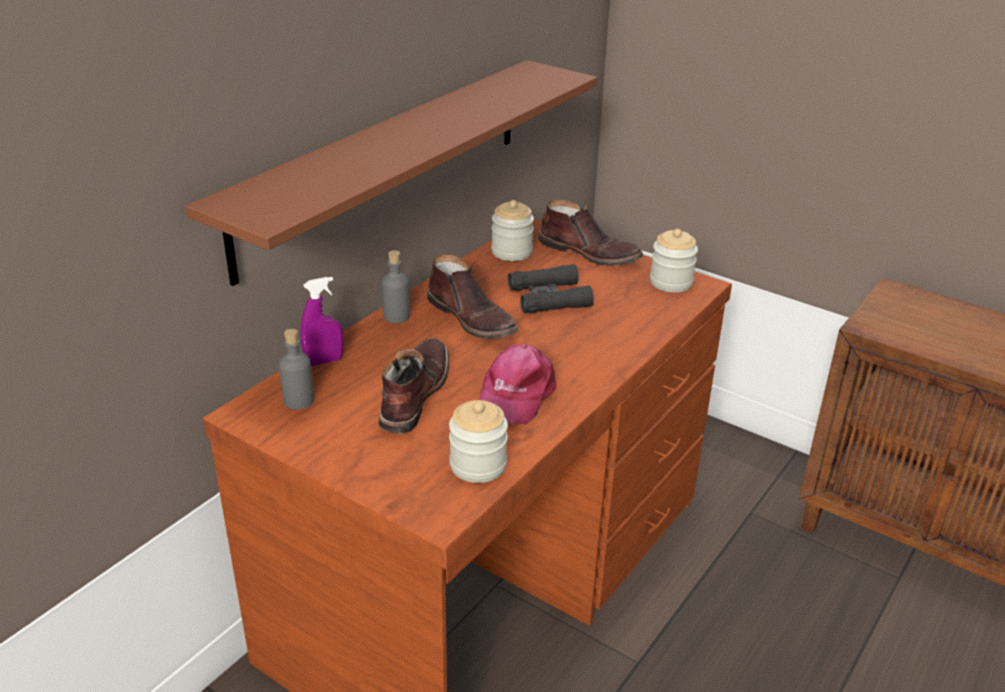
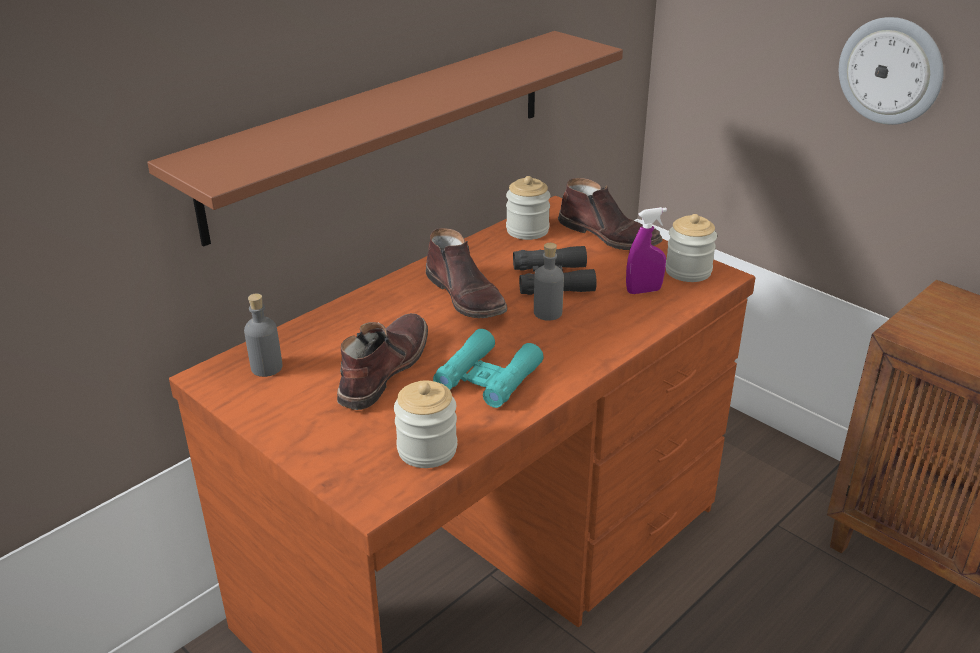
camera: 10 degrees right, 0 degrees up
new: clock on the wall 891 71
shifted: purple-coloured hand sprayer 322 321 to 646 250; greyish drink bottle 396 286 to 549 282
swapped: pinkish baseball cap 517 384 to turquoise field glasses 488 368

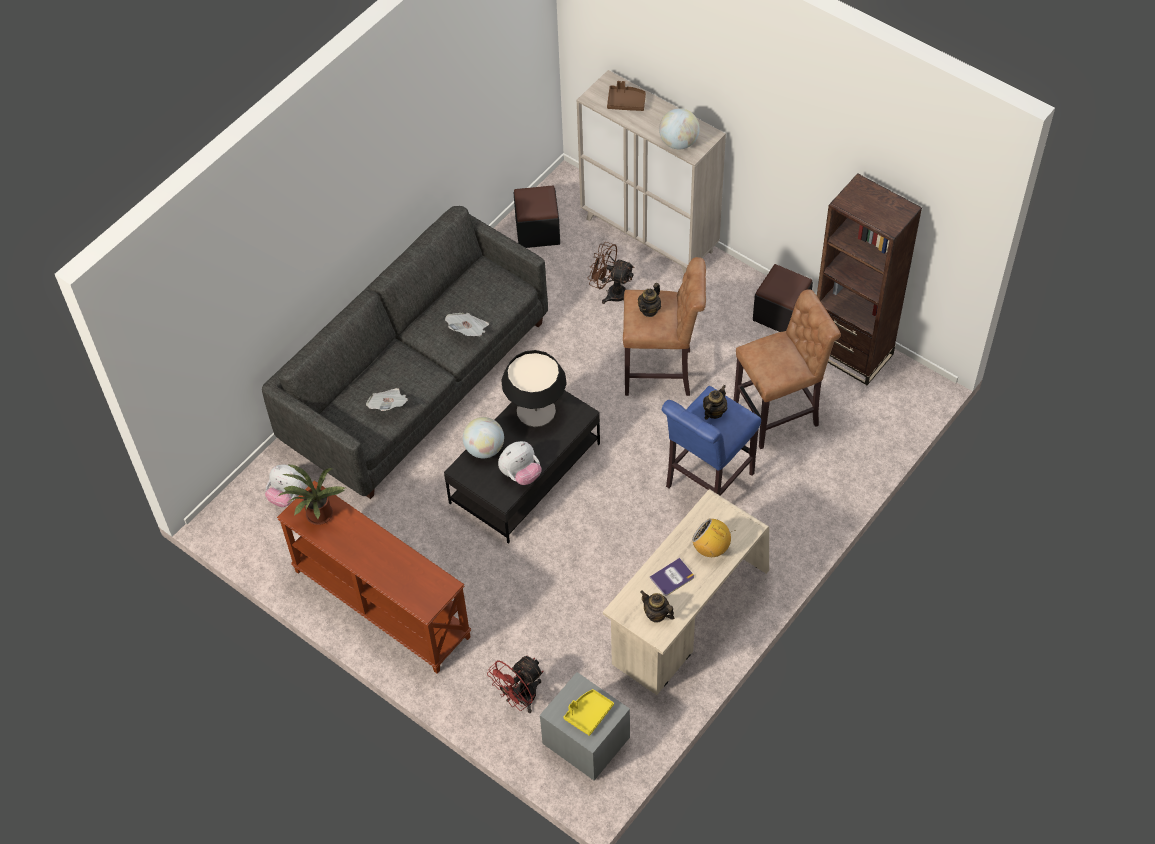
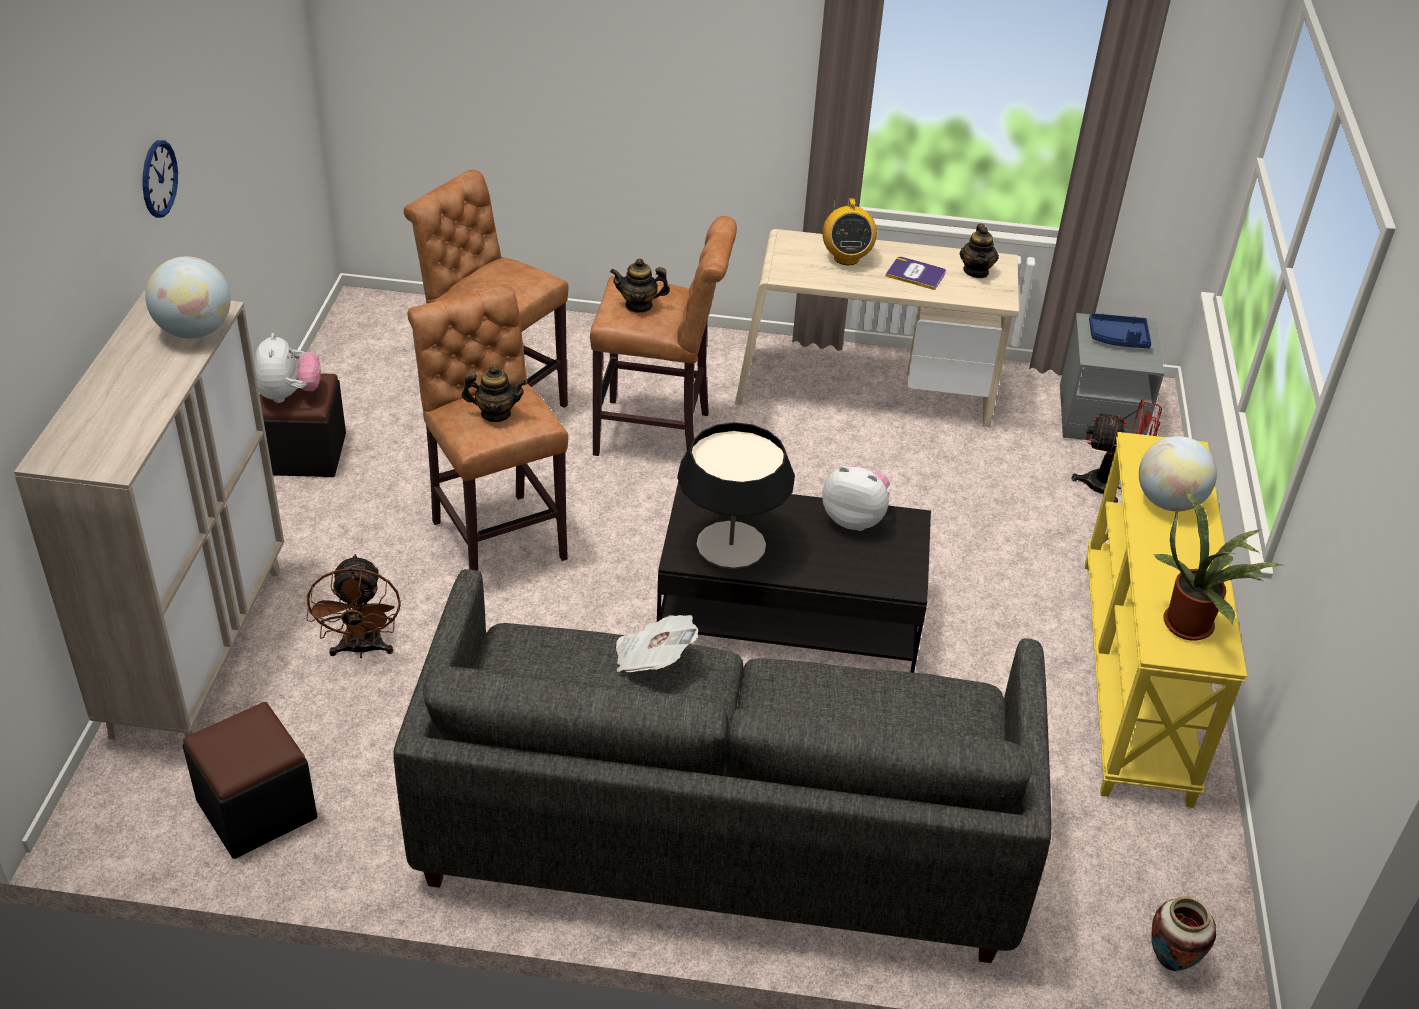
camera: 125 degrees left, 15 degrees down
gone: newspaper 387 399; brown-coloured tray 626 96; brown-coloured shelving unit 869 279
new: clock on the wall 160 179; decorative vase 1183 933
shifted: plush toy 285 486 to 288 368; world globe 483 437 to 1178 473
repainted: brown-coloured hall table 374 577 to yellow hall table 1166 620; yellow tray 589 712 to bluish tray 1120 330; bluish sitting stool 711 441 to brown-coloured sitting stool 663 336

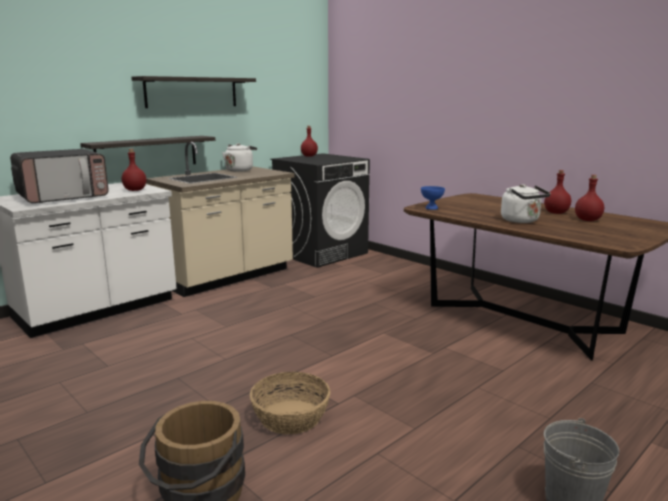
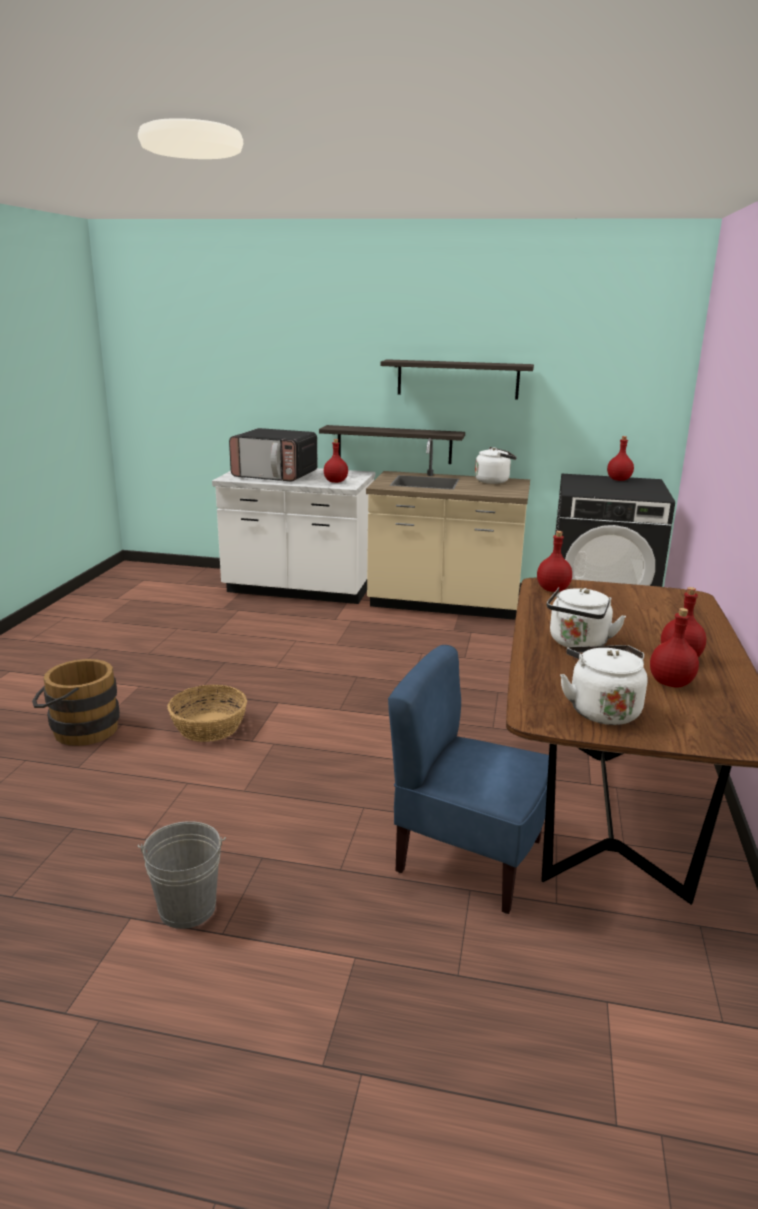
camera: 55 degrees right, 5 degrees up
new: bluish chair 468 779; white-coloured kettle 604 685
swapped: bluish deep dish 433 198 to red drink bottle 554 561

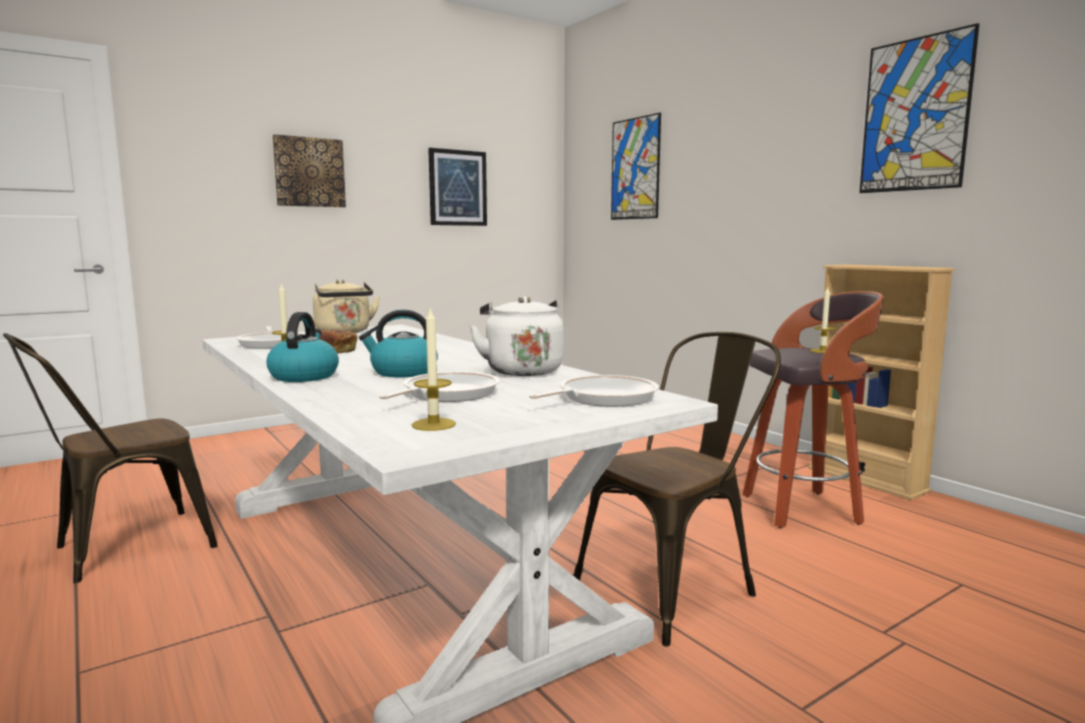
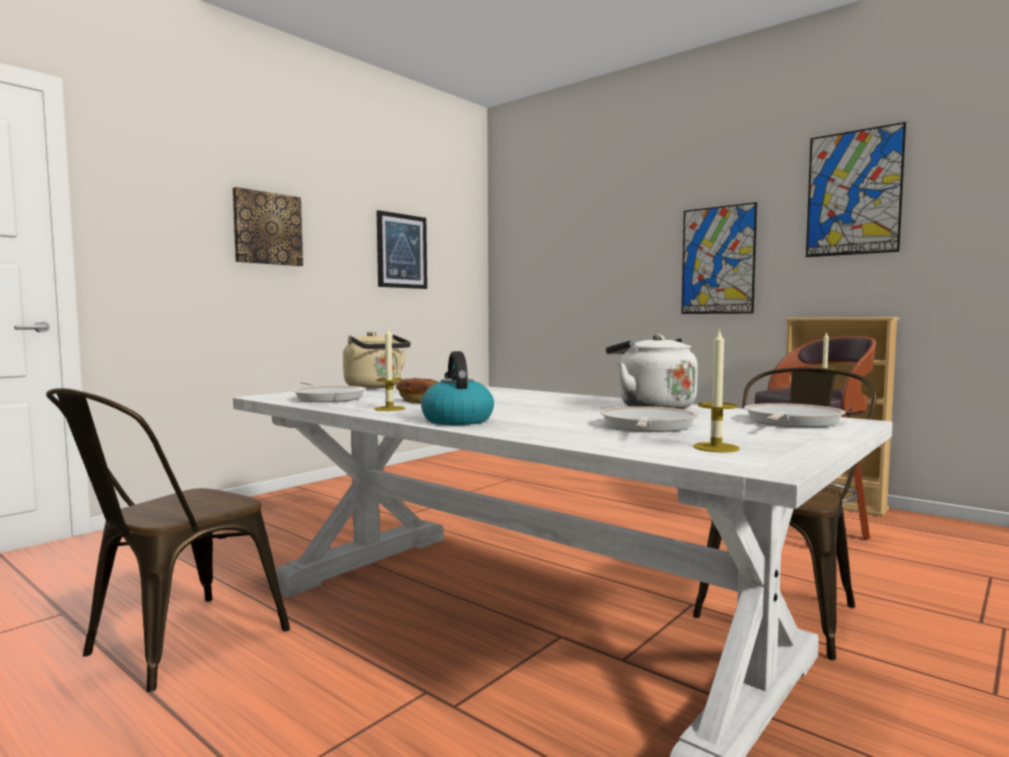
camera: 15 degrees left, 5 degrees down
gone: kettle 398 344
shifted: wall picture 636 166 to 719 258

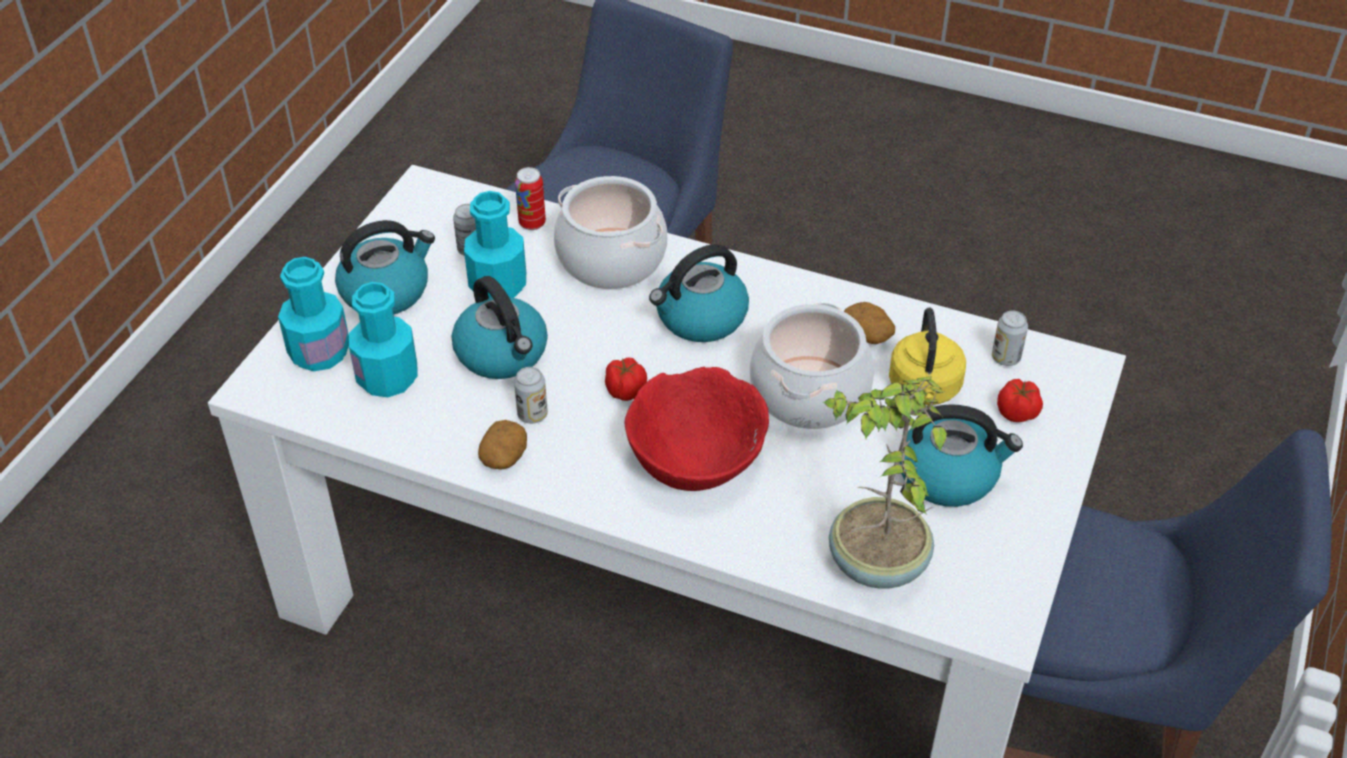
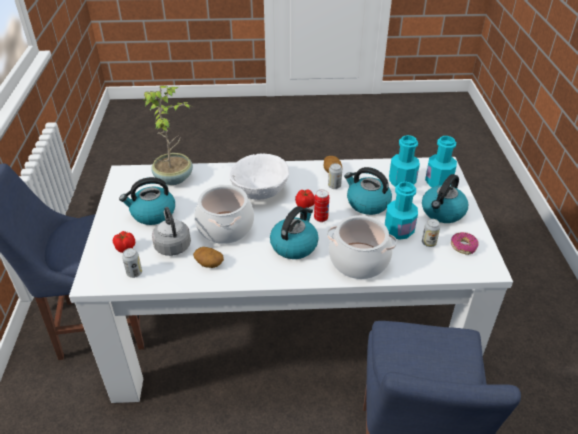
camera: 155 degrees right, 5 degrees down
new: donut 464 243
shifted: sealed can 530 198 to 321 205
repainted: red deep dish 696 429 to white-coloured deep dish 259 177; yellow kettle 927 356 to greyish kettle 171 231

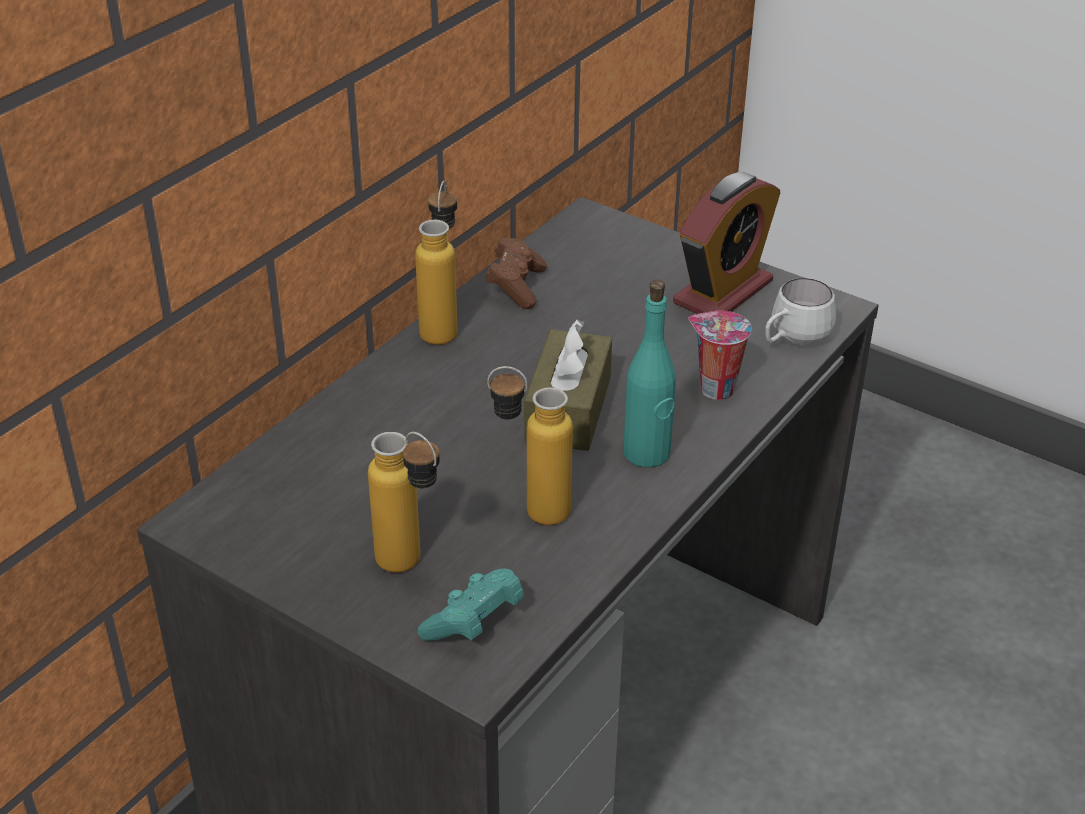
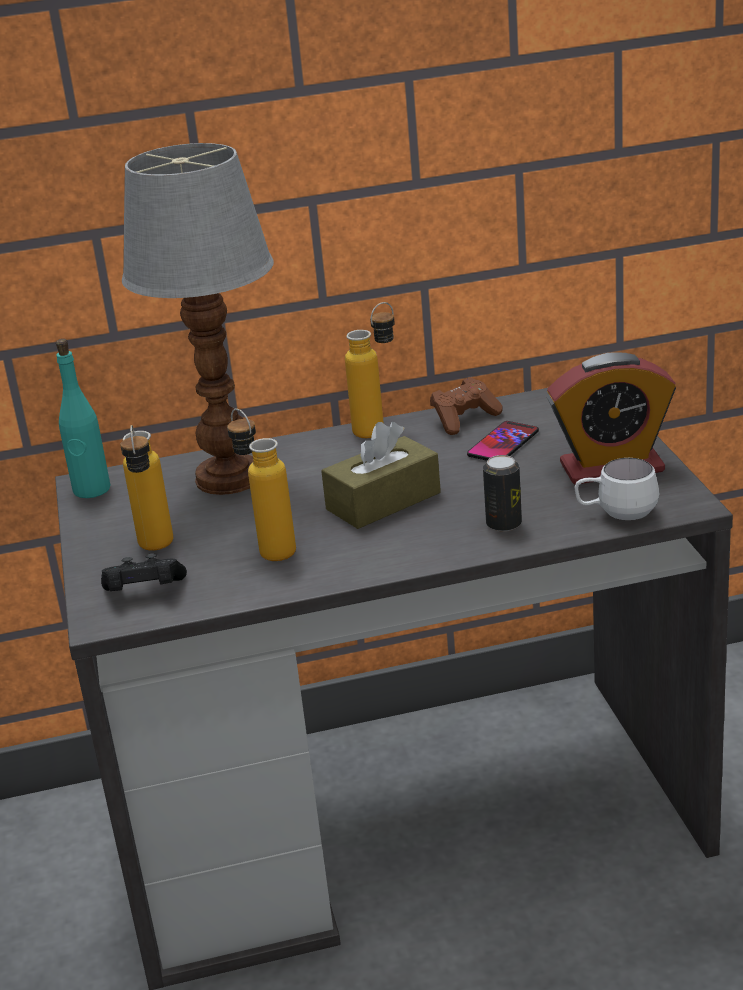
camera: 45 degrees right, 10 degrees down
new: table lamp 198 319; telephone 503 441
shifted: turquoise drink bottle 649 373 to 83 418
swapped: small cup 720 355 to sealed can 502 493
repainted: turquoise gamepad 471 605 to black-coloured gamepad 144 572

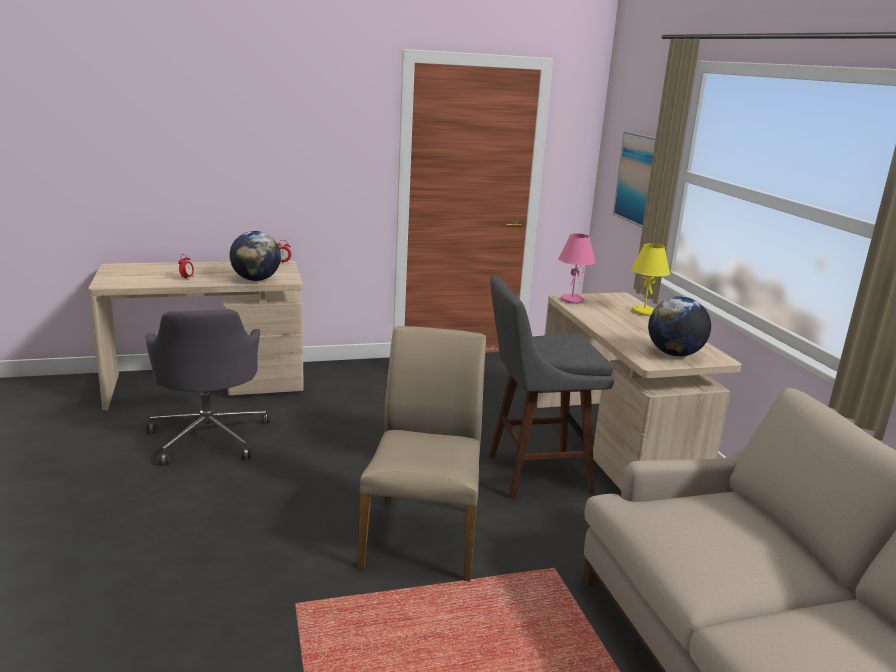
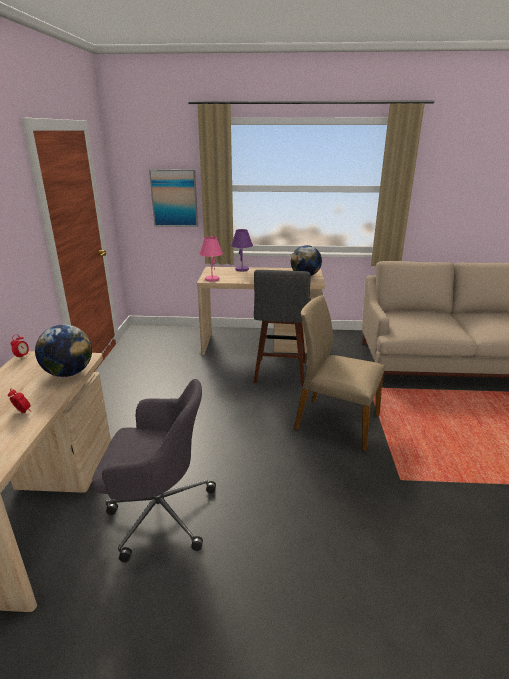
camera: 70 degrees left, 5 degrees up
repainted: yellow table lamp 650 279 to purple-coloured table lamp 242 250

